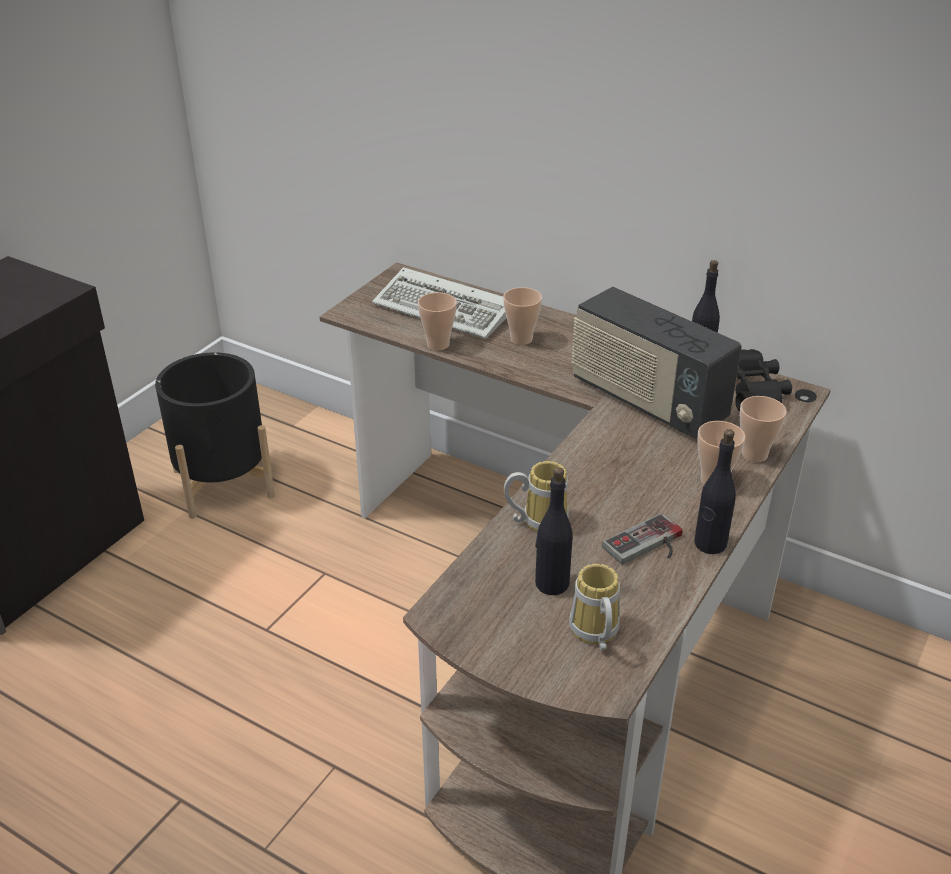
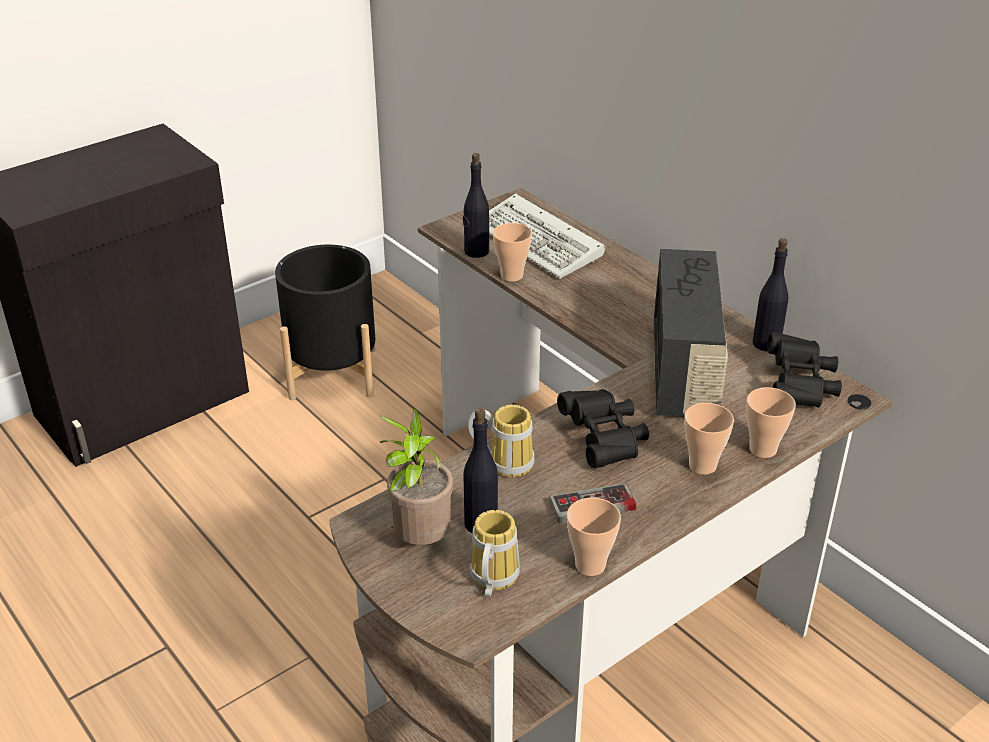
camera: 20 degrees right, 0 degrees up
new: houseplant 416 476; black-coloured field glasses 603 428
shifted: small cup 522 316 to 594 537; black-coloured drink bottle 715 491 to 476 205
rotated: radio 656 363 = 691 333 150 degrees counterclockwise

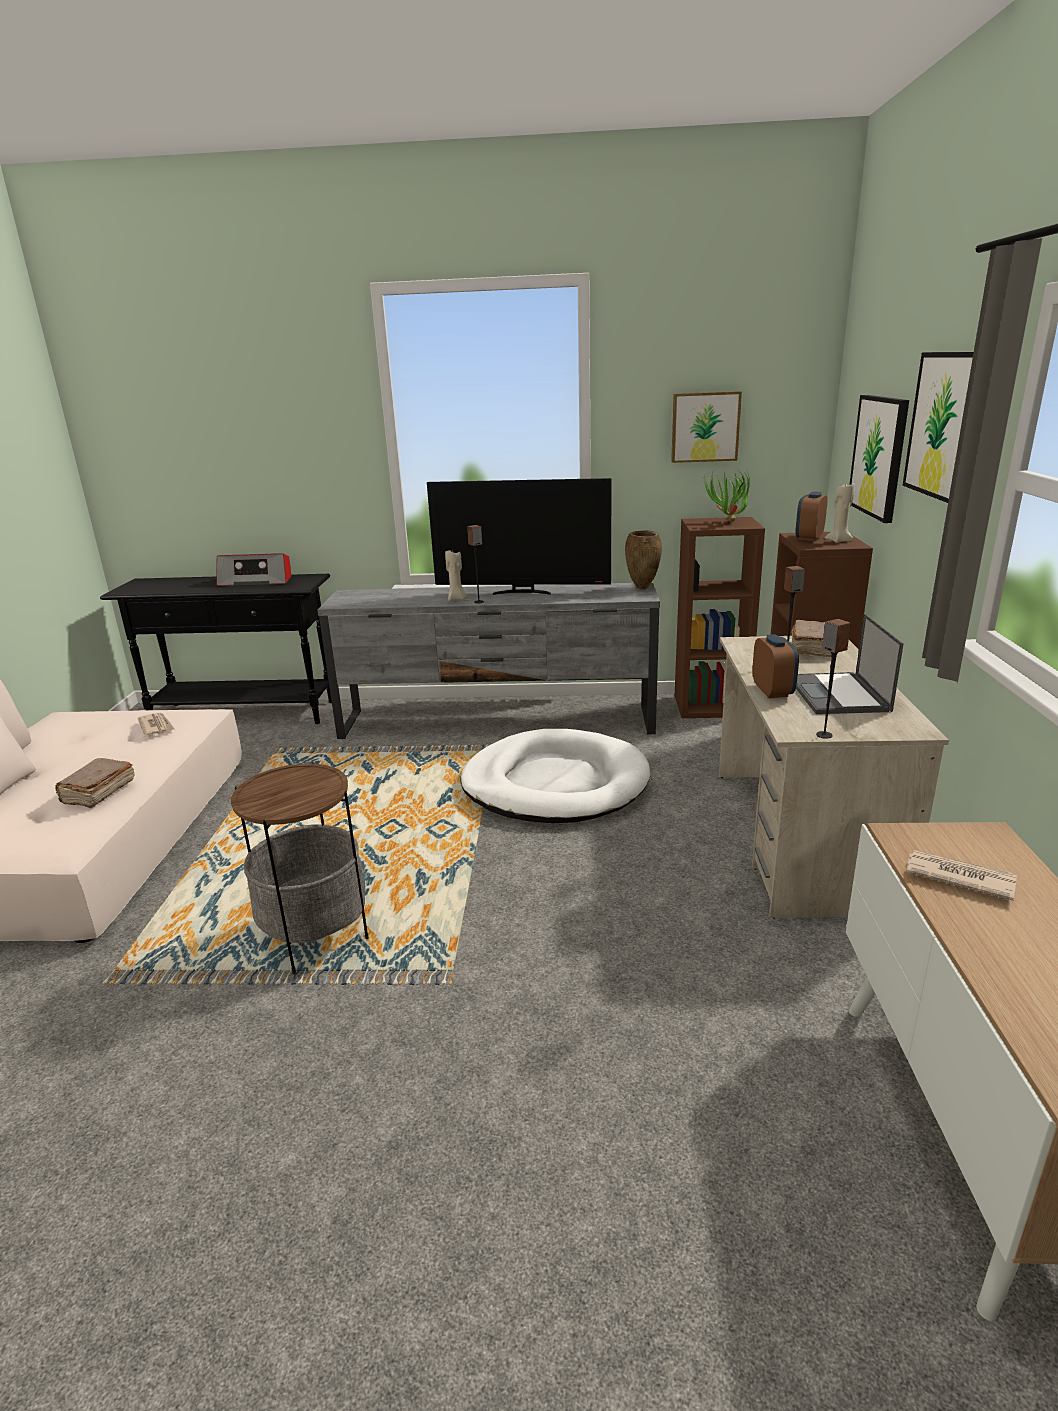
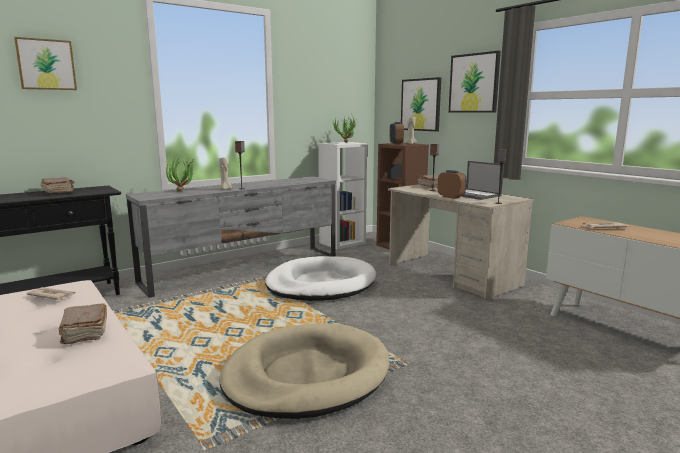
camera: 40 degrees left, 10 degrees down
gone: TV set 519 536; brown-coloured decorative vase 643 559
new: houseplant 180 173
shifted: wall picture 706 427 to 45 63
swapped: radio 253 569 to brown-coloured volume 58 185; accent table 300 868 to beige dog cushion 305 371
repainted: brown-coloured shelving unit 720 617 to white-coloured shelving unit 342 195

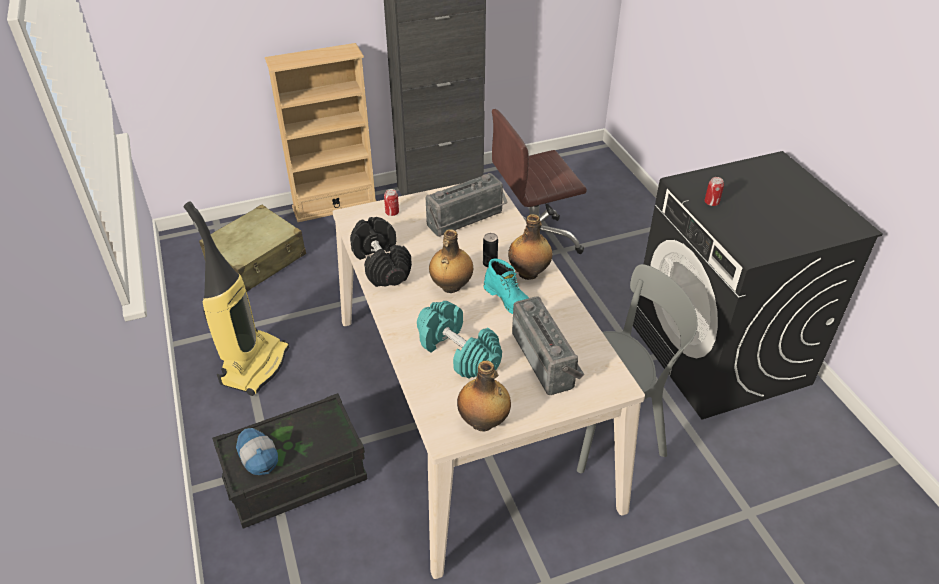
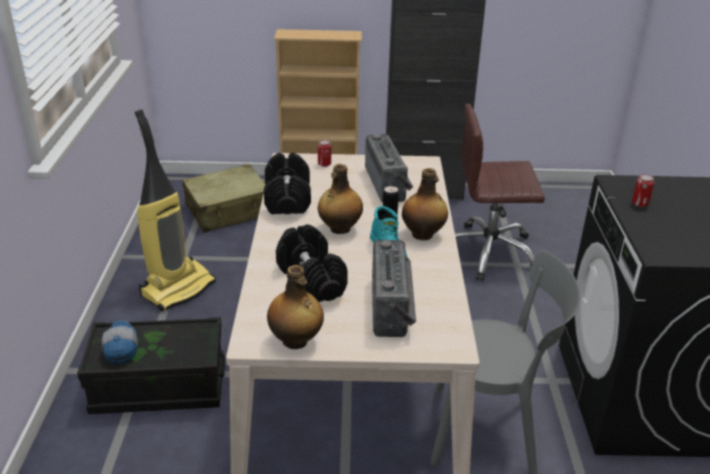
camera: 20 degrees right, 10 degrees down
repainted: turquoise free weight 459 340 to black-coloured free weight 312 263
rotated: radio 467 205 = 389 168 90 degrees counterclockwise

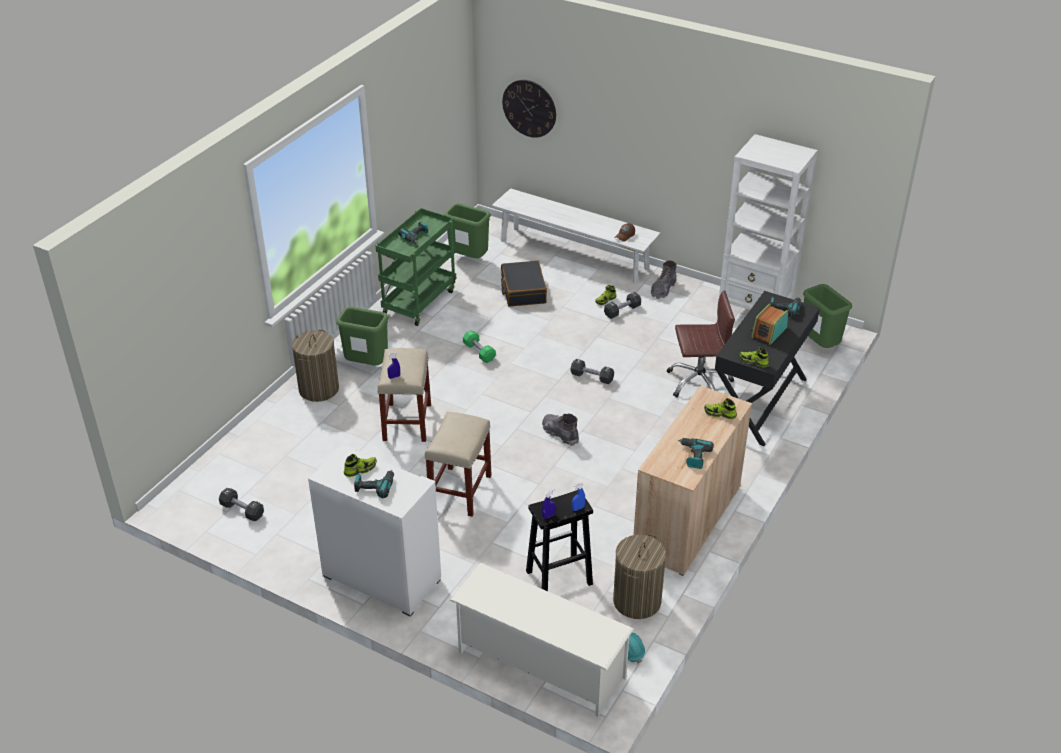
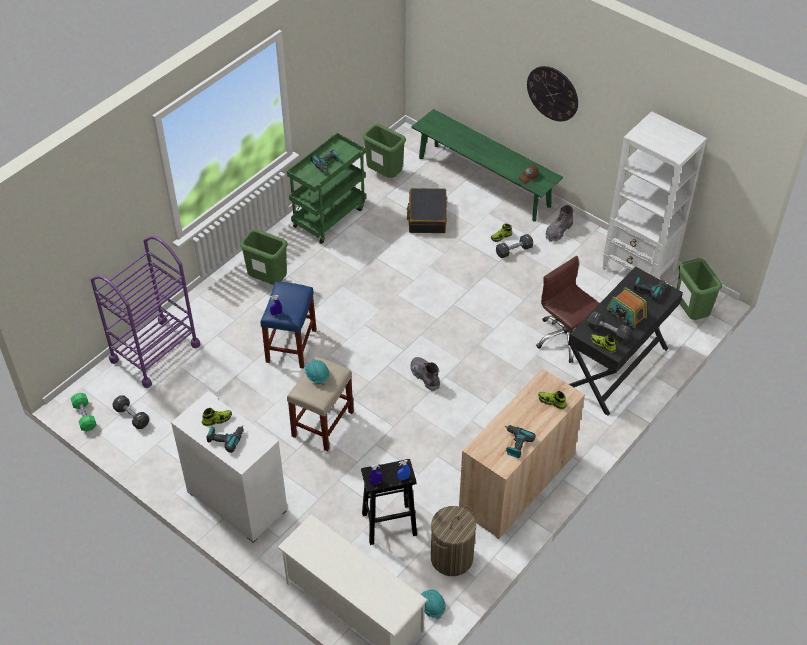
camera: 10 degrees right, 10 degrees up
gone: laundry basket 315 366
new: purple-coloured trolley 146 312; turquoise safety helmet 317 372
shifted: green free weight 479 346 to 84 412; clock on the wall 529 109 to 552 93; black-coloured free weight 592 371 to 609 327
repainted: beige sitting stool 404 395 to bluish sitting stool 289 325; white-coloured indoor bench 576 236 to green indoor bench 487 165
rotated: brown-coloured office chair 701 344 = 567 309 135 degrees counterclockwise; radio 769 324 = 627 307 90 degrees counterclockwise

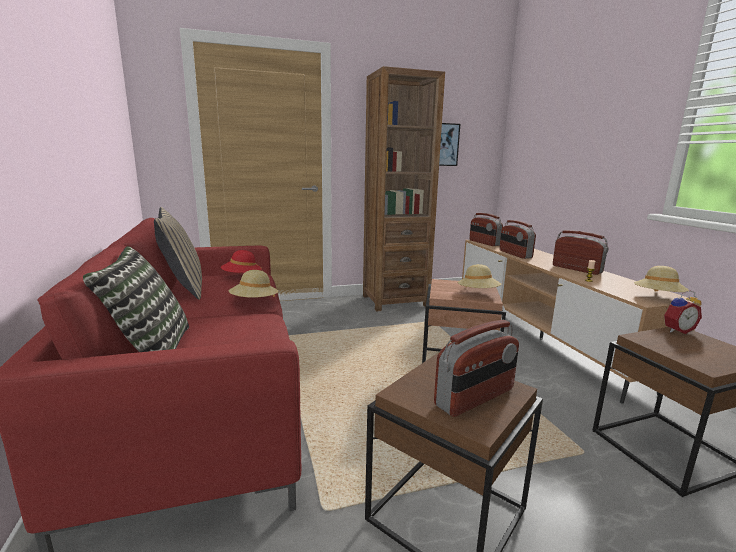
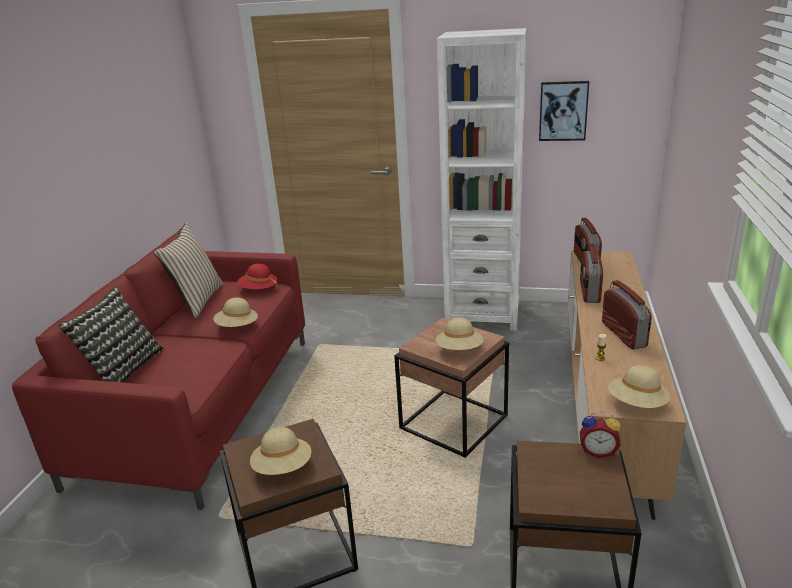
camera: 30 degrees right, 10 degrees up
swapped: radio 476 368 to beige hat 280 451
repainted: brown-coloured shelving unit 404 188 to white-coloured shelving unit 482 179

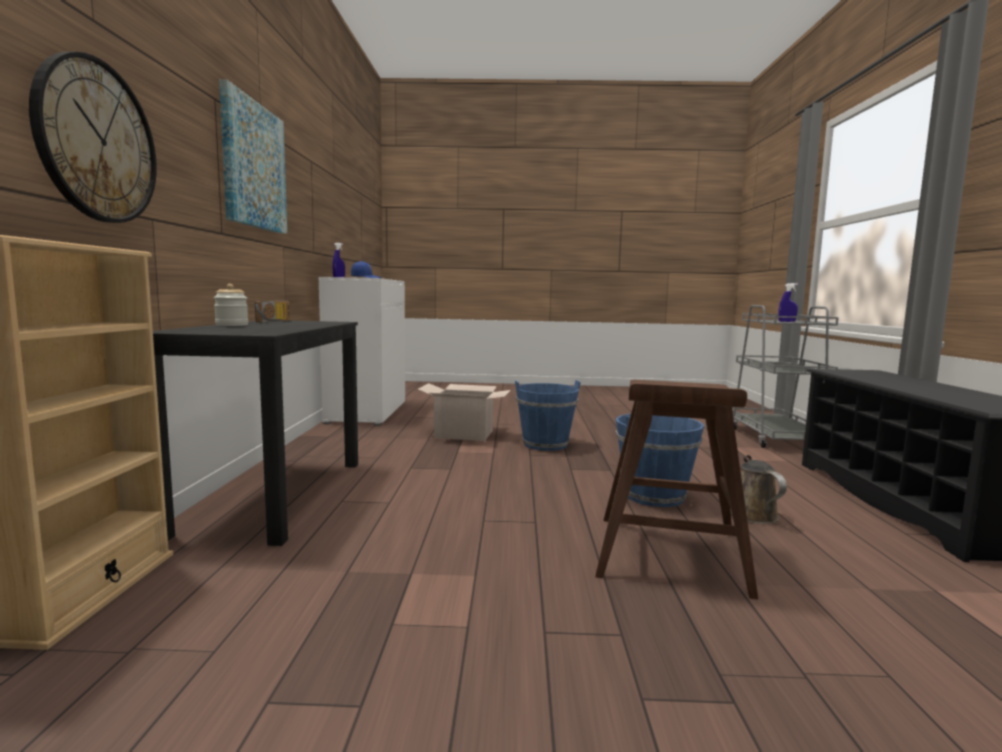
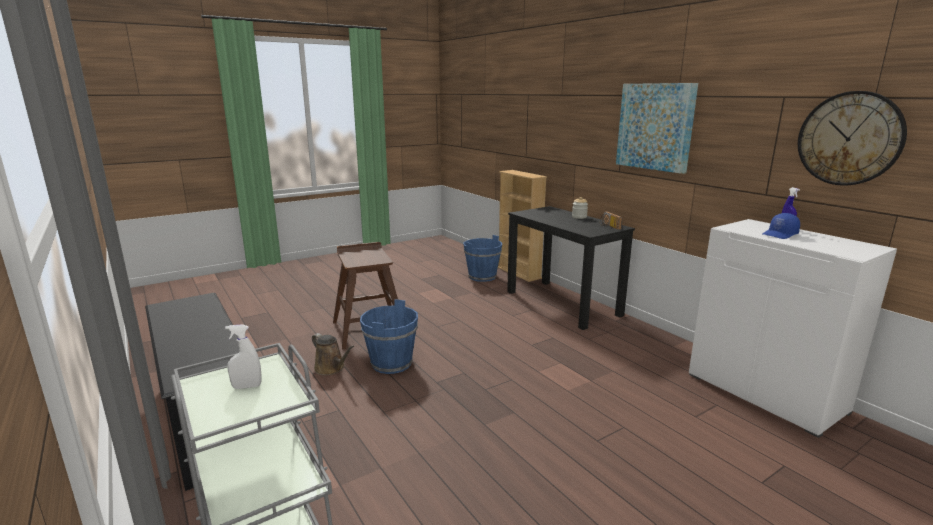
camera: 145 degrees right, 10 degrees up
gone: carton 464 412
shifted: clock on the wall 93 137 to 852 138; bluish pail 548 415 to 482 258
repainted: bluish hand sprayer 788 302 to white-coloured hand sprayer 243 356

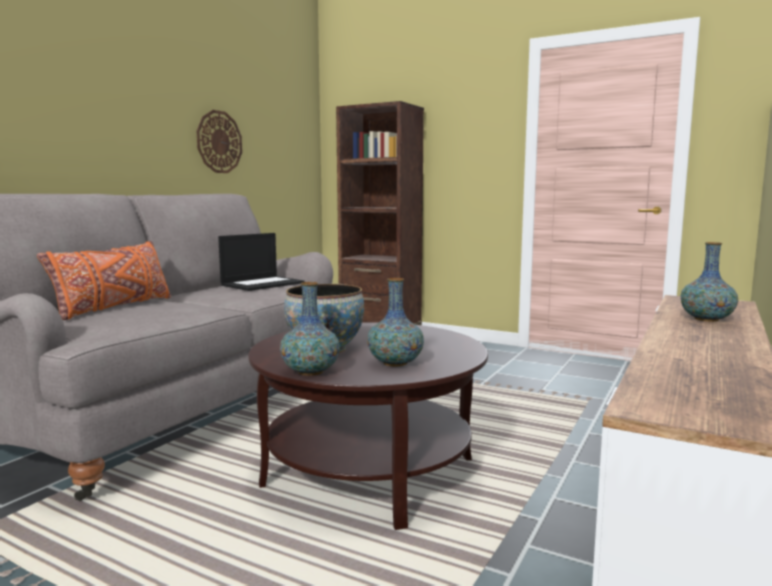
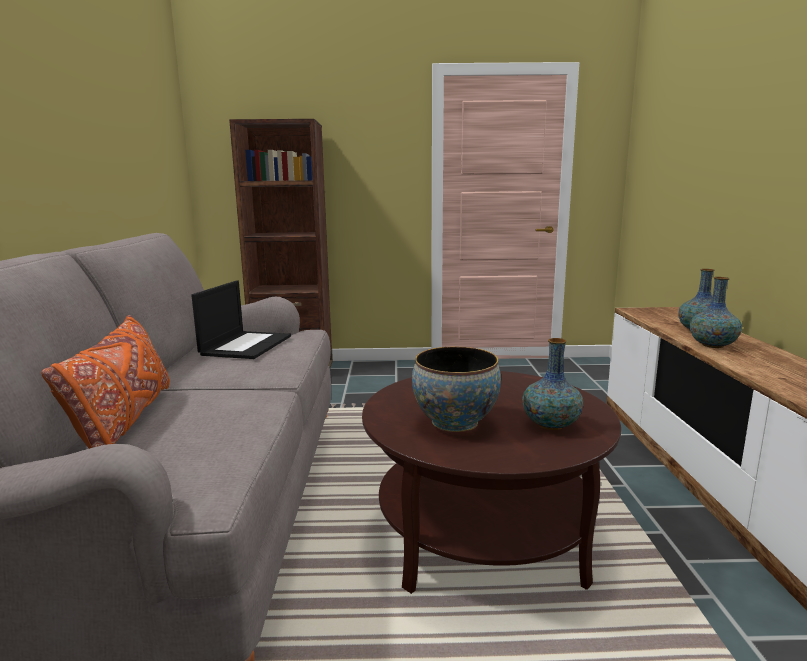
camera: 30 degrees left, 5 degrees up
gone: clock on the wall 219 141
shifted: decorative vase 310 329 to 716 312

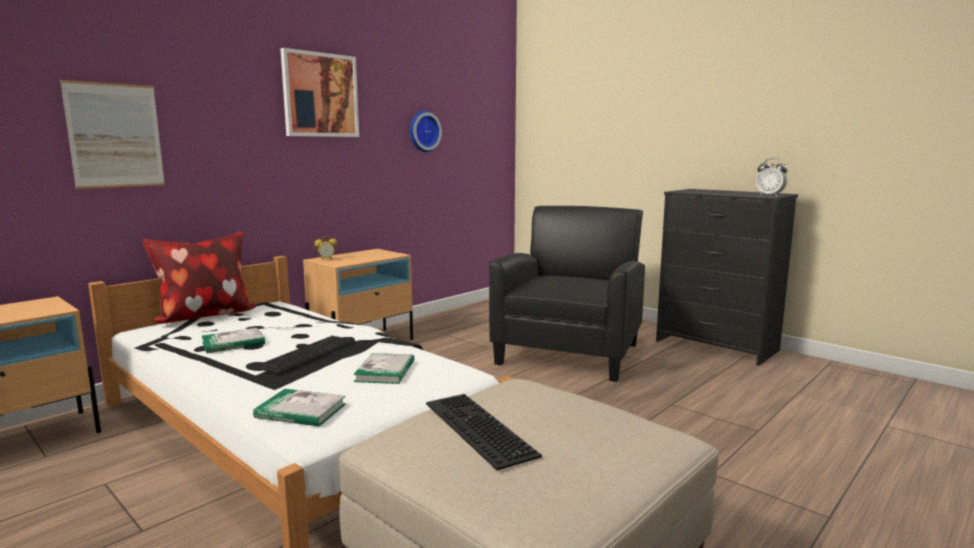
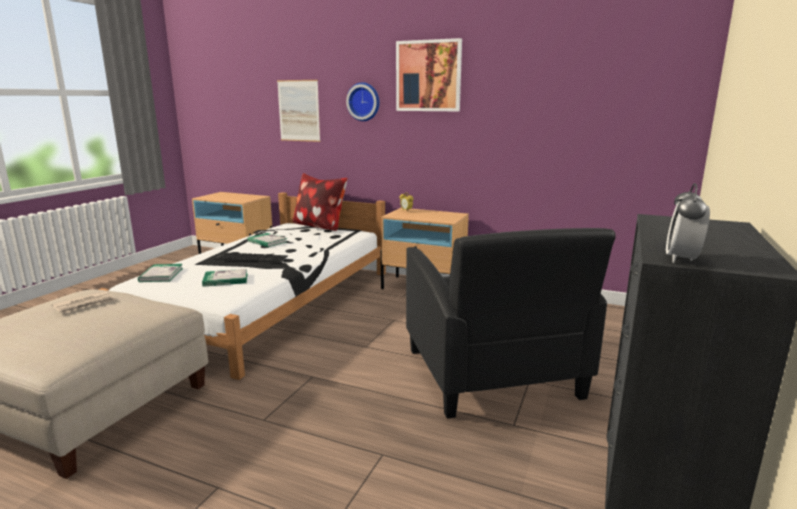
camera: 70 degrees right, 5 degrees up
shifted: clock on the wall 426 131 to 363 101
swapped: PC keyboard 484 432 to newspaper 84 302
rotated: black-coloured easy chair 567 294 = 511 323 75 degrees clockwise

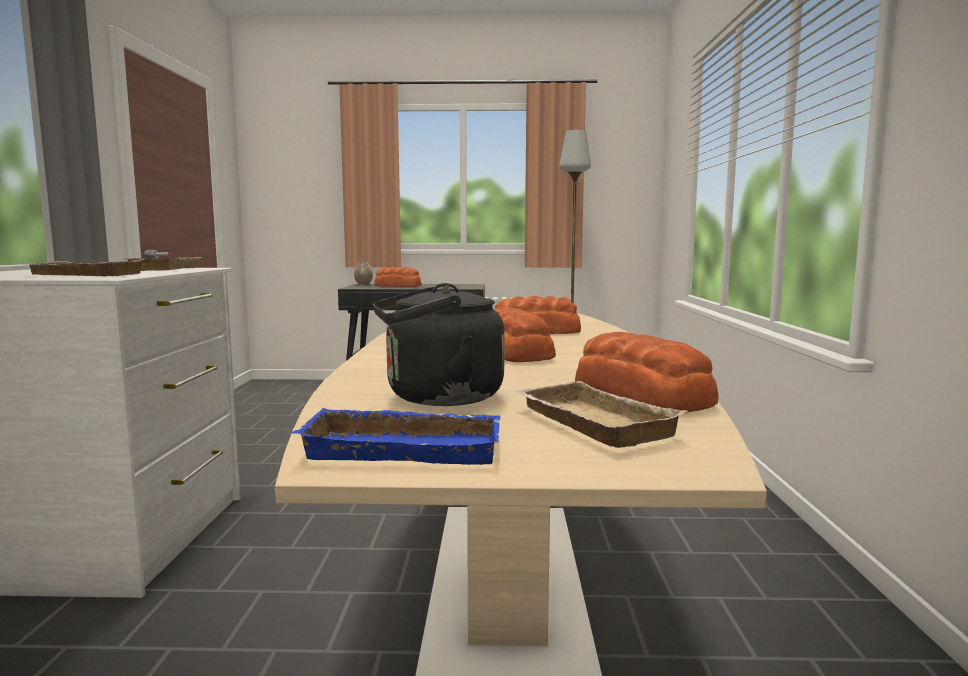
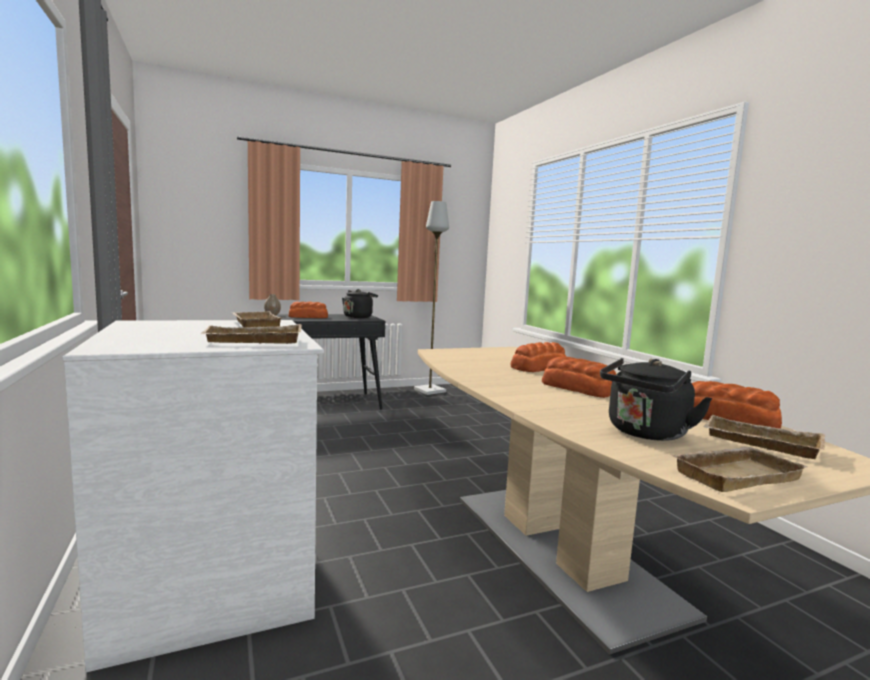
camera: 25 degrees left, 0 degrees up
new: black-coloured kettle 360 303
repainted: bluish tray 396 436 to beige tray 739 469

